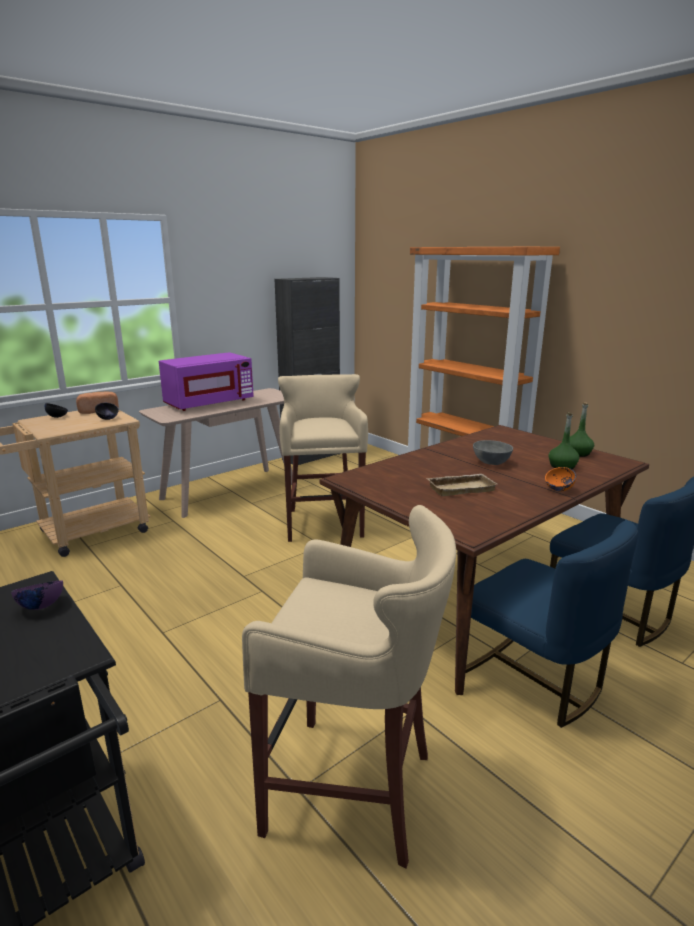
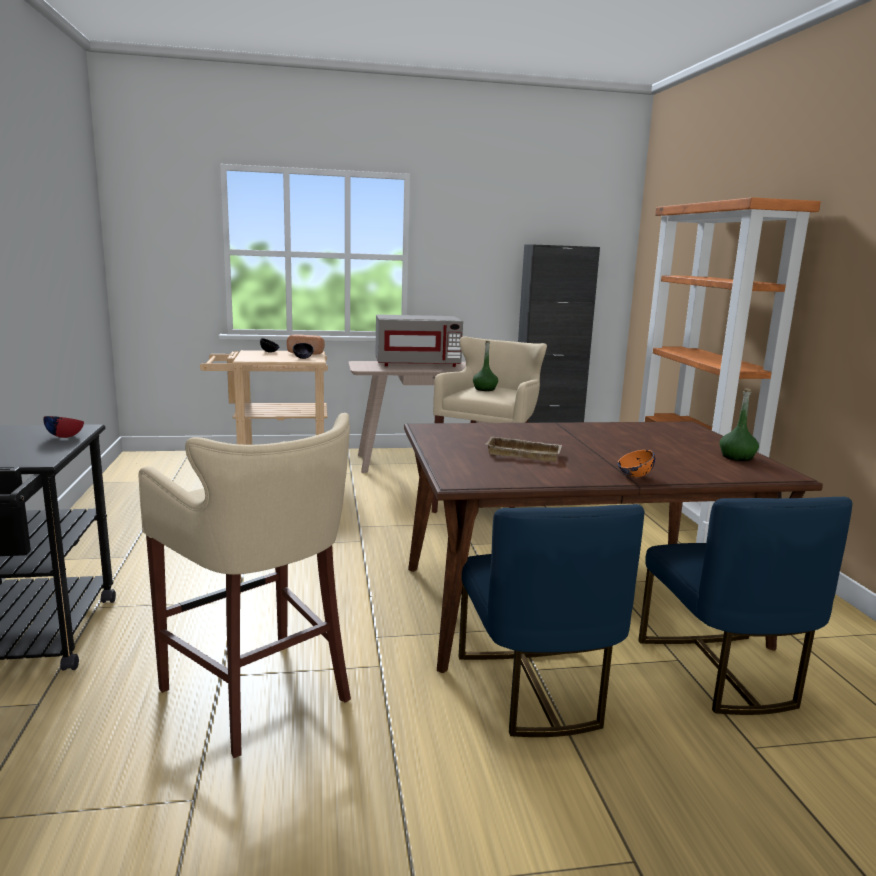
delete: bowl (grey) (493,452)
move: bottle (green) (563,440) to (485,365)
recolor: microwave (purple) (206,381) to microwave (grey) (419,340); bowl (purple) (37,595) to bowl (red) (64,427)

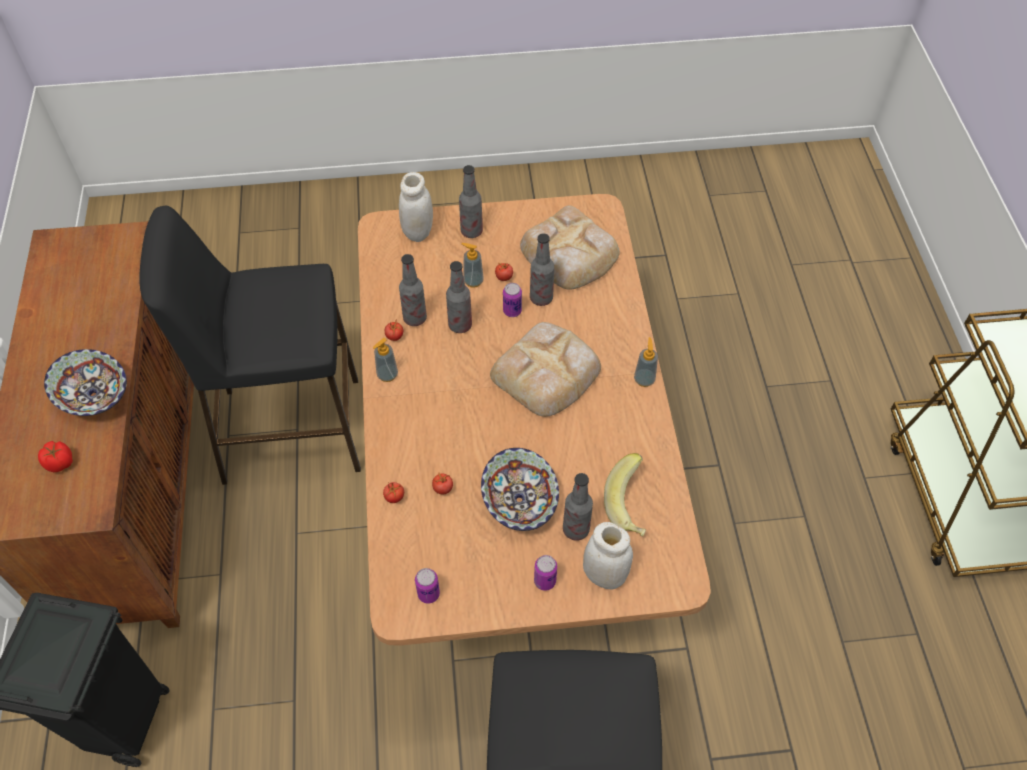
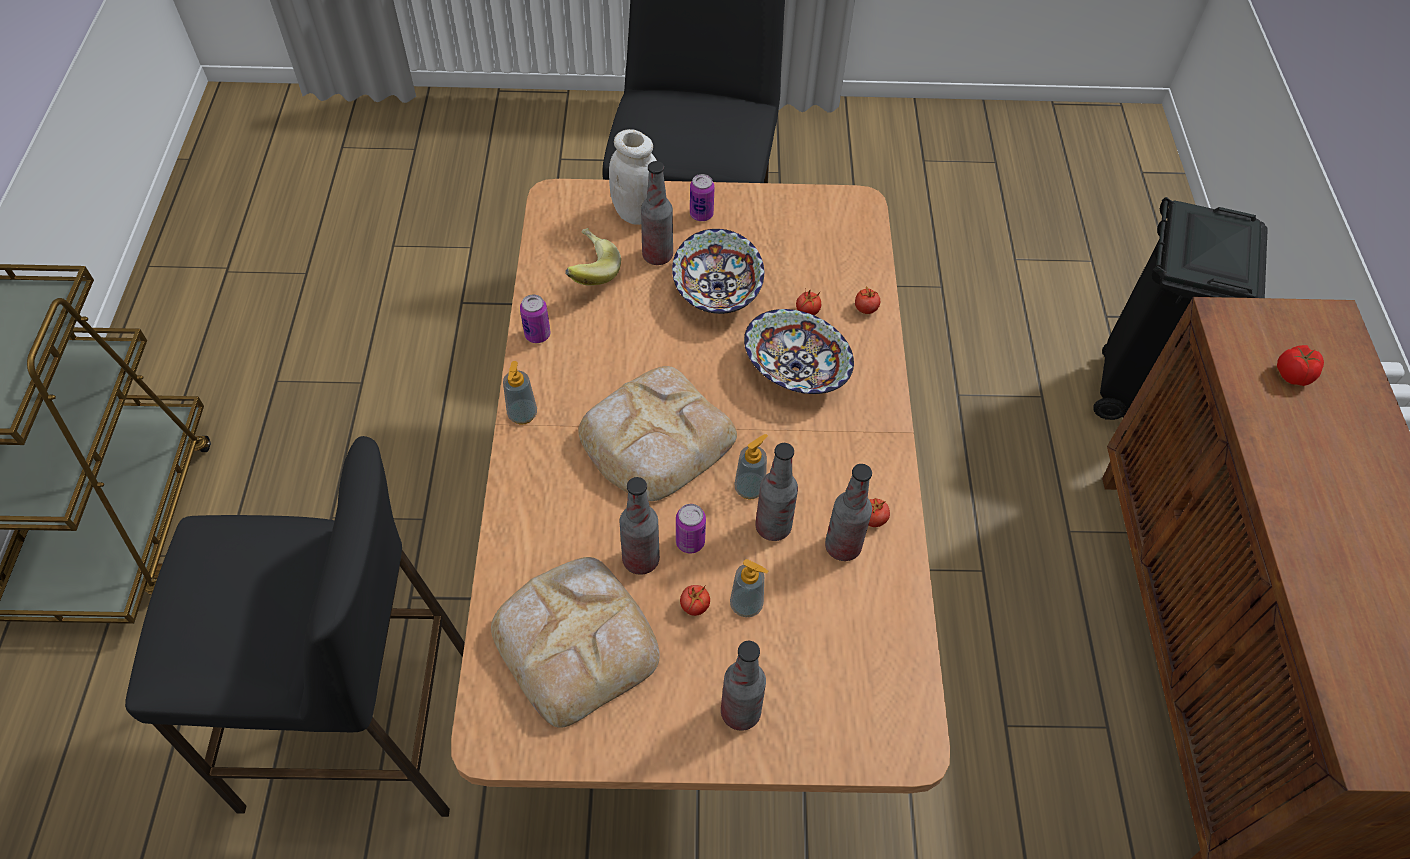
delete: jar (white) (416,207)
move: stool (black) (250,345) to (295,626); soap dispenser (385,360) to (751,467); bowl (85,382) to (799,351); can (427,586) to (535,319)

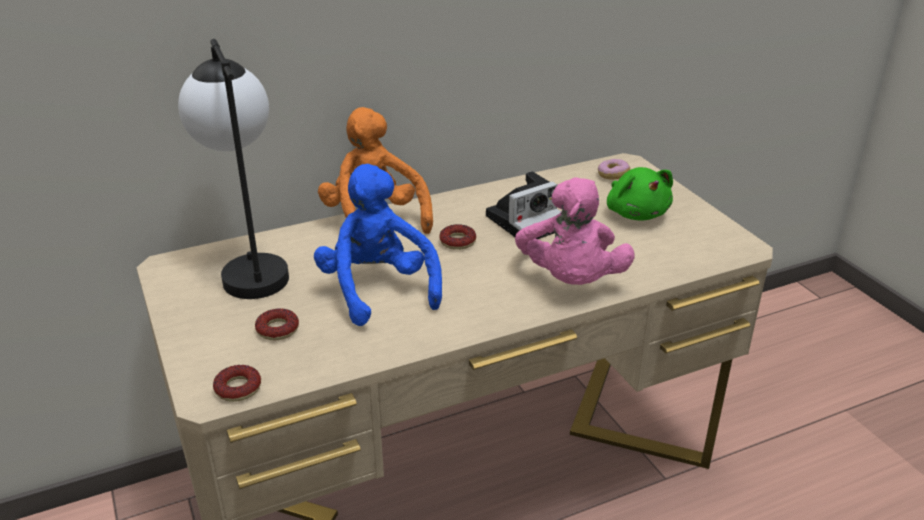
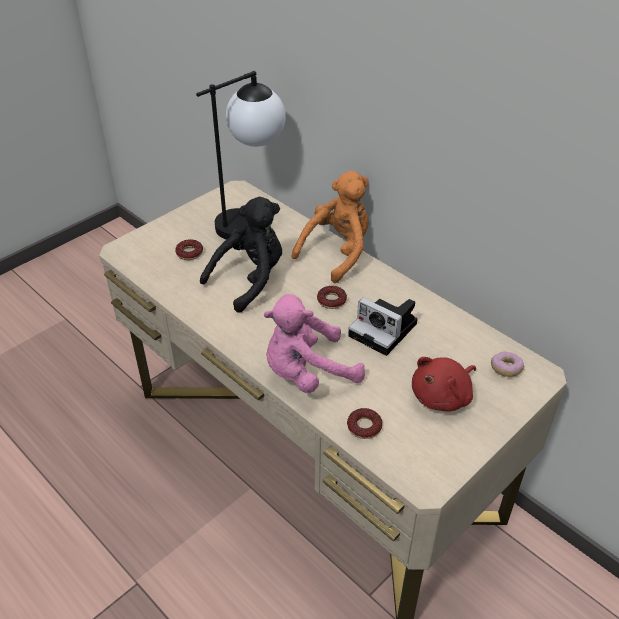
move: donut (237,383) to (364,423)
recolor: plush toy (blue) (378,245) to plush toy (black) (241,255); plush toy (green) (640,194) to plush toy (red) (444,384)

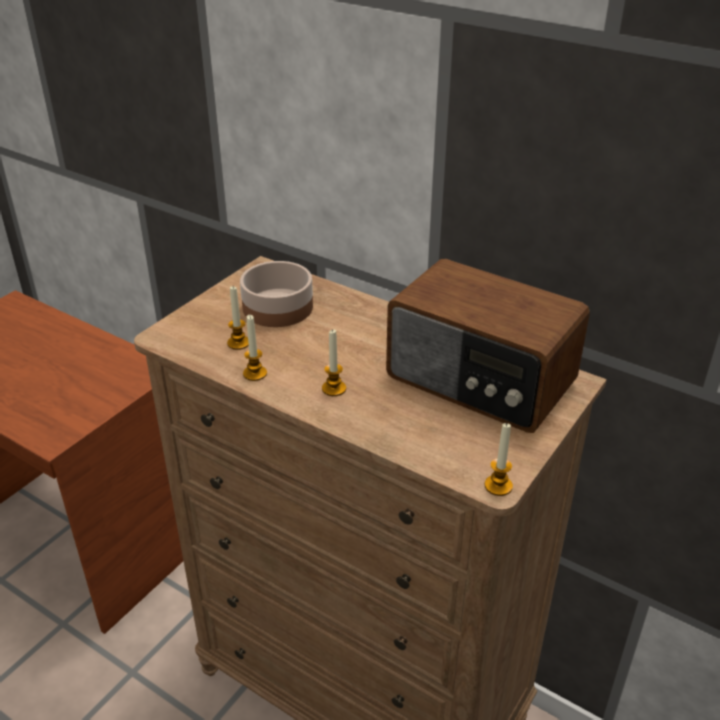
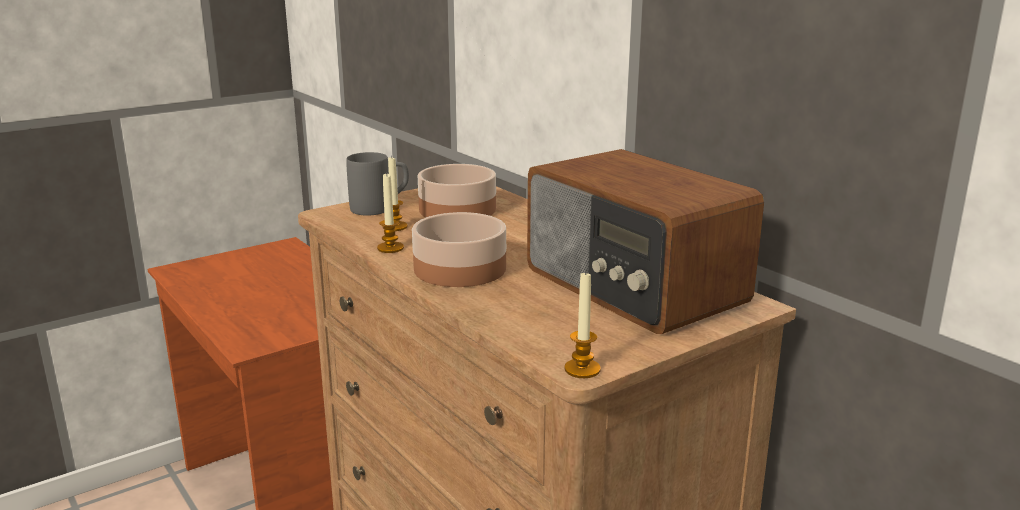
insert: mug (grey) (377,184)
replace: candle (334,362) to bowl (459,249)

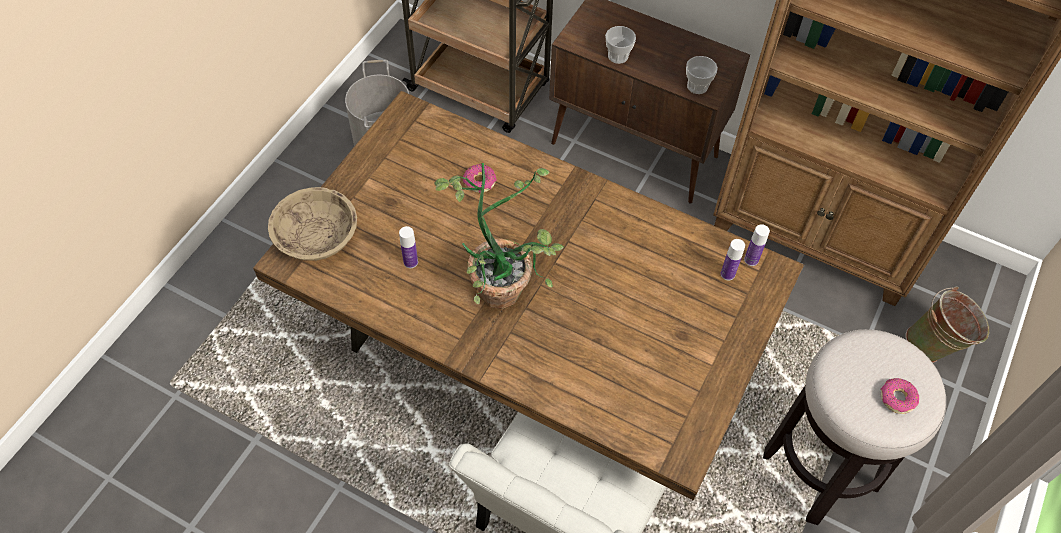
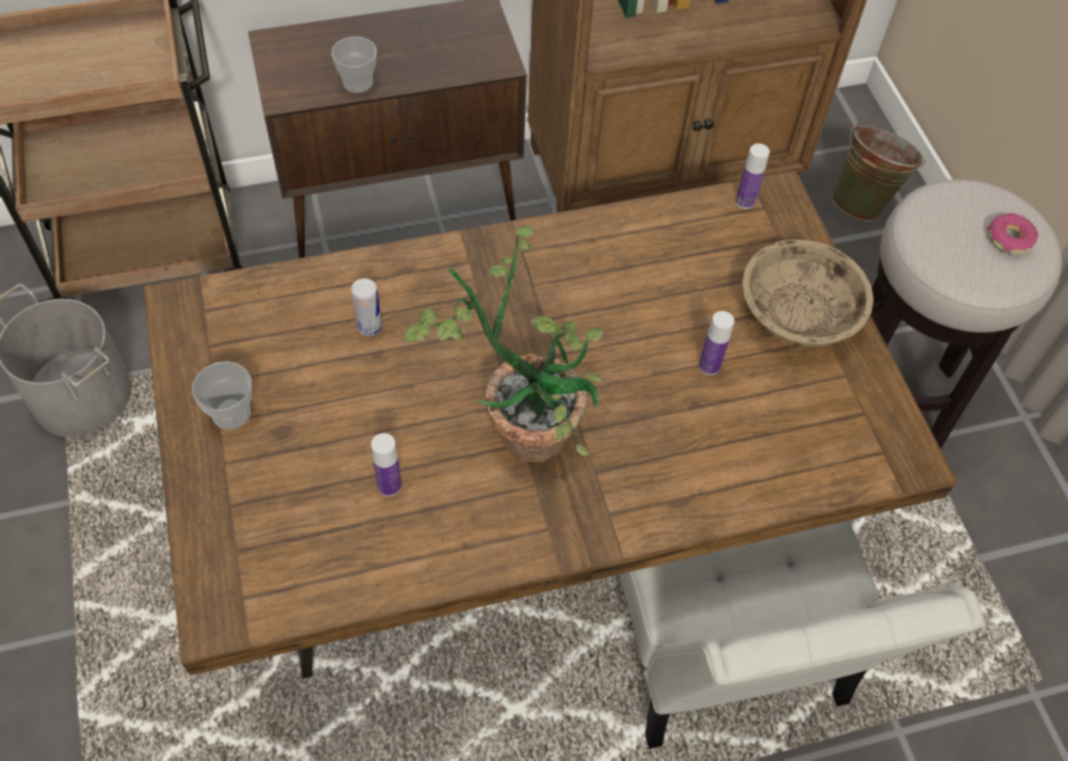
move: cup (702,75) to (222,395); bowl (beige) (312,224) to (808,293); bottle (733,259) to (716,343)
replace: donut (480,178) to can (366,307)

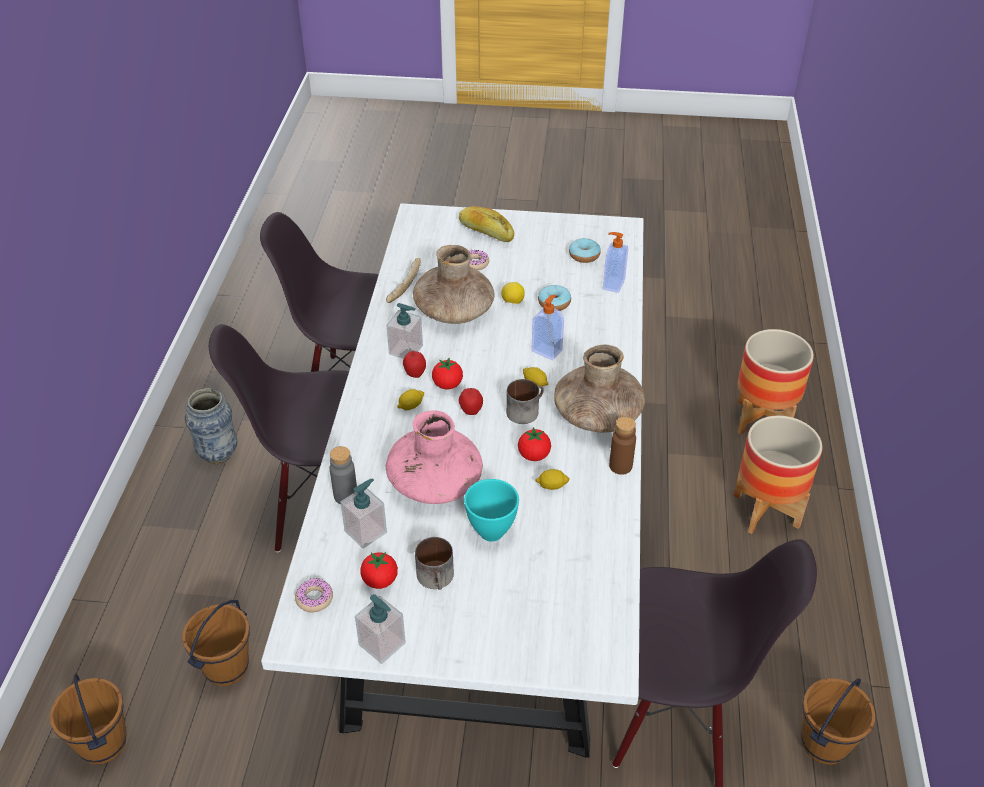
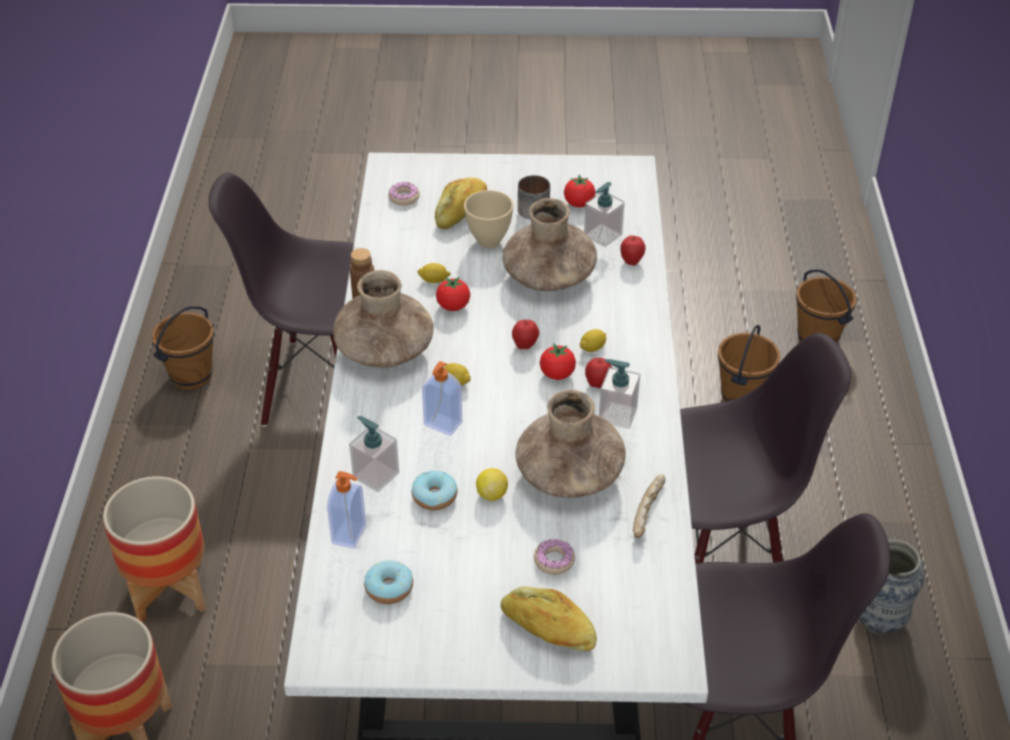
delete: mug (525,401)
insert: bread (461,203)
move: donut (314,595) to (404,194); soap dispenser (380,629) to (374,454)
replace: bottle (grey) (343,475) to apple (633,250)
recolor: vase (pink) (434,457) to vase (brown) (549,244); bowl (turquoise) (491,510) to bowl (beige) (489,219)

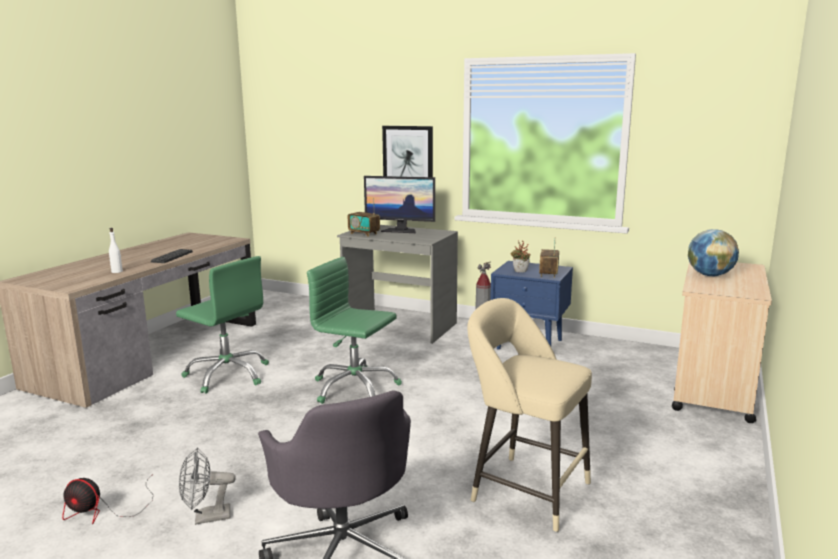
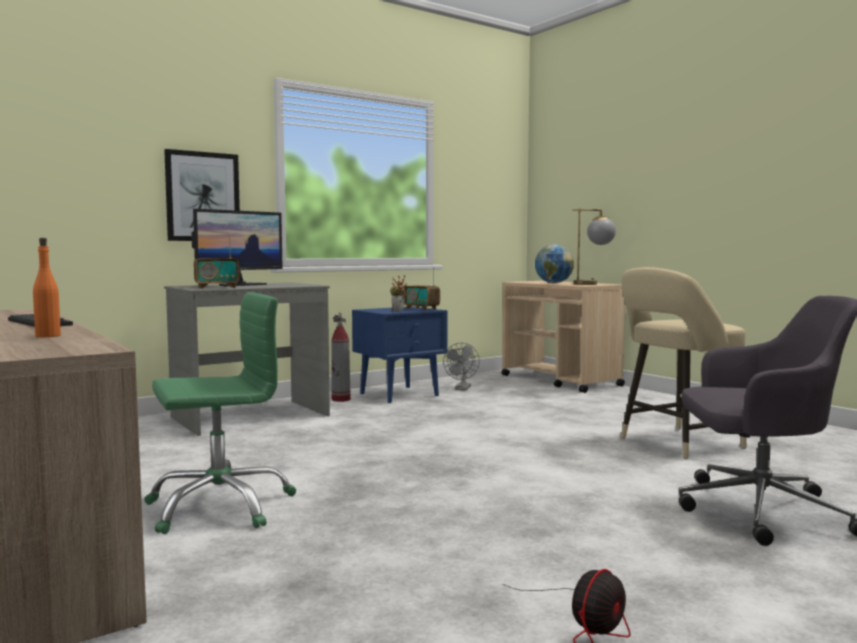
delete: office chair (green) (354,330)
insert: table lamp (594,246)
move: fan (grey) (207,486) to (461,366)
recolor: bottle (white) (116,250) to bottle (orange) (47,287)

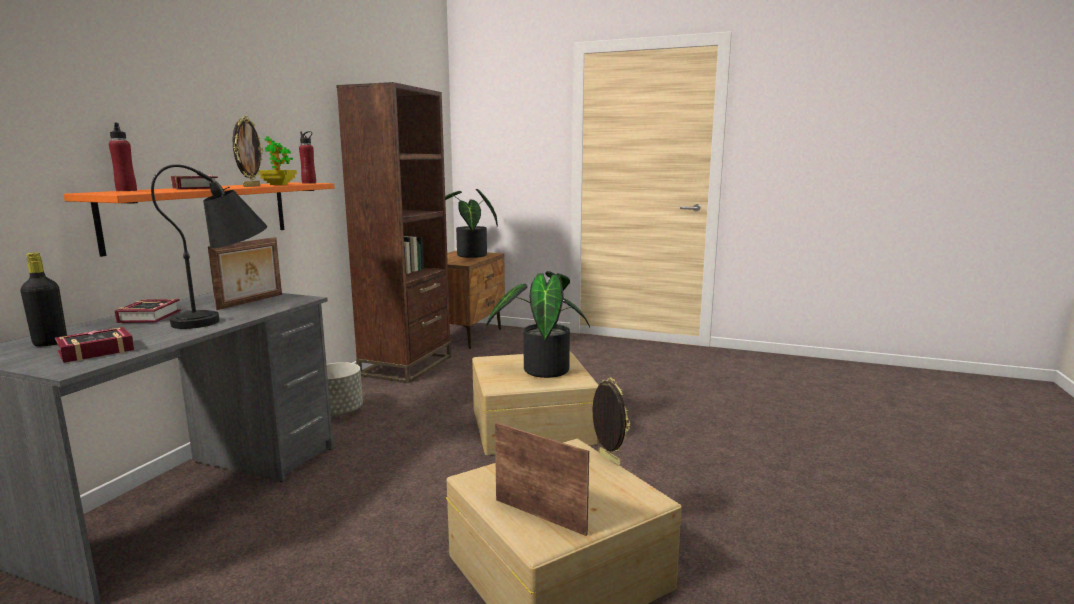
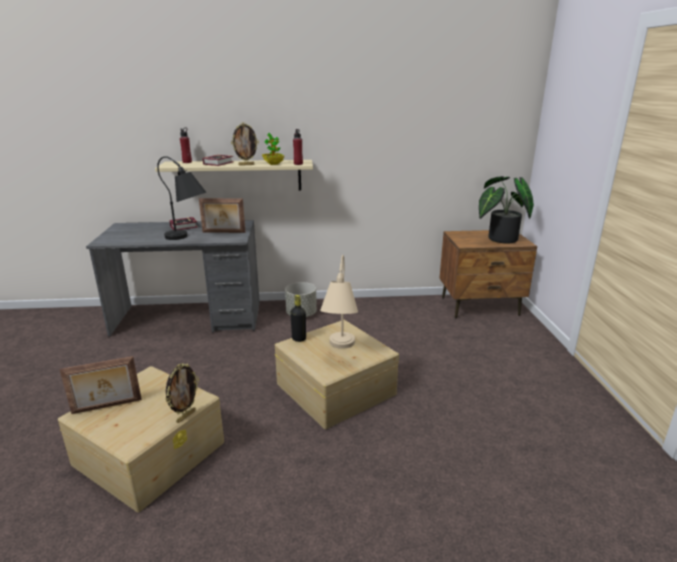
delete: bookcase (brown) (393,232); book (94,345)
move: bottle (black) (43,299) to (298,318)
replace: potted plant (538,324) to table lamp (beige) (339,302)
recolor: shelf (orange) (199,219) to shelf (beige) (234,175)
rotate: picture frame (542,479) = (101,385) 60 degrees clockwise

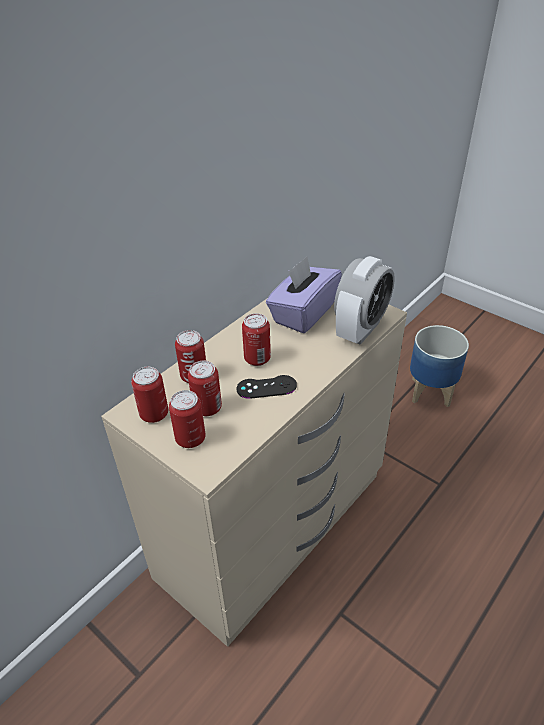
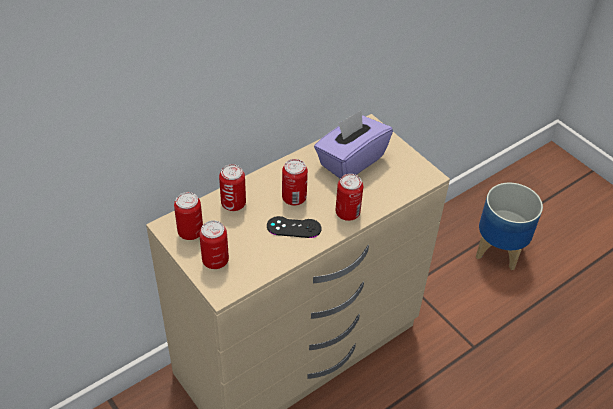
delete: alarm clock (364,300)
move: can (205,388) to (349,197)

